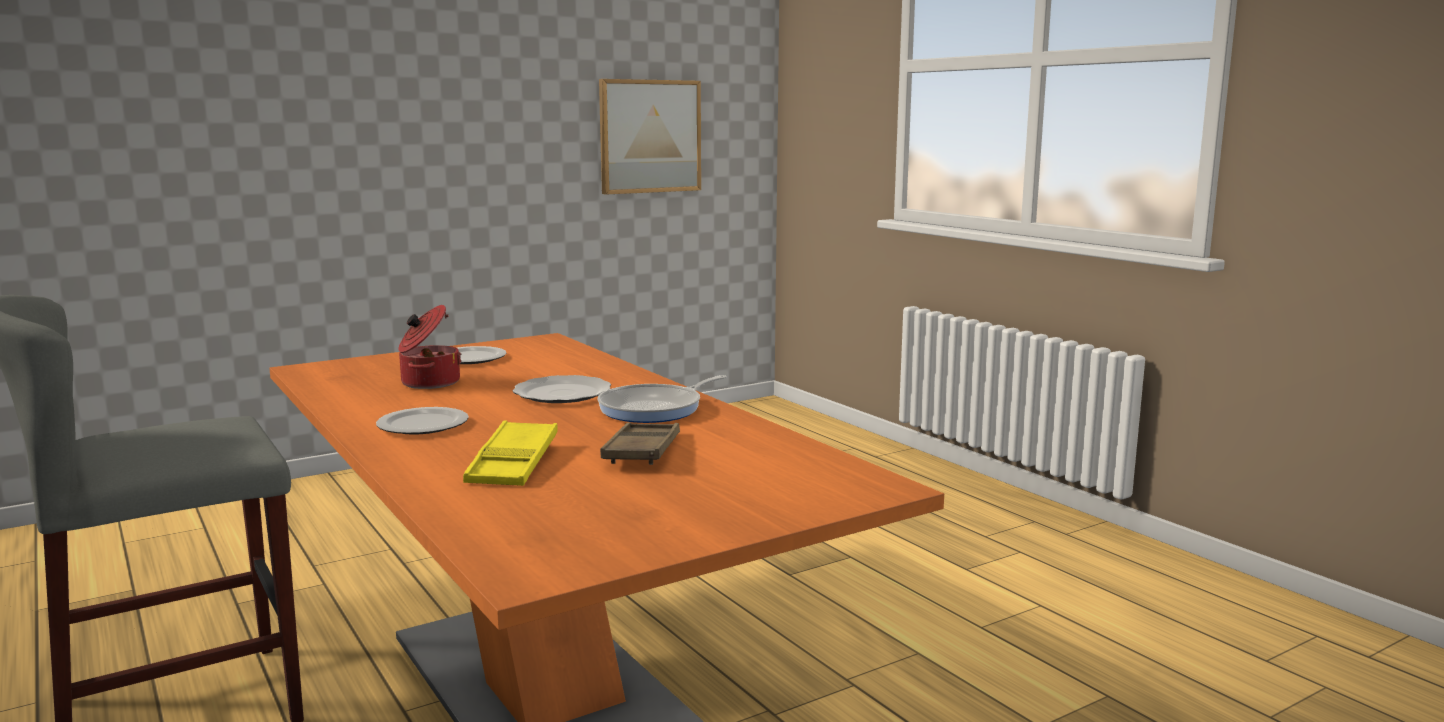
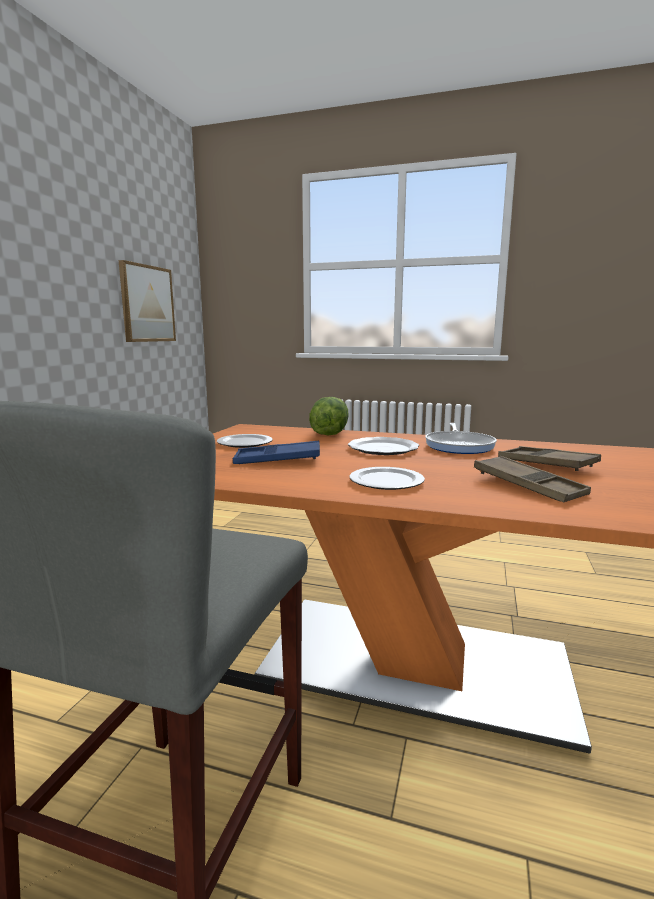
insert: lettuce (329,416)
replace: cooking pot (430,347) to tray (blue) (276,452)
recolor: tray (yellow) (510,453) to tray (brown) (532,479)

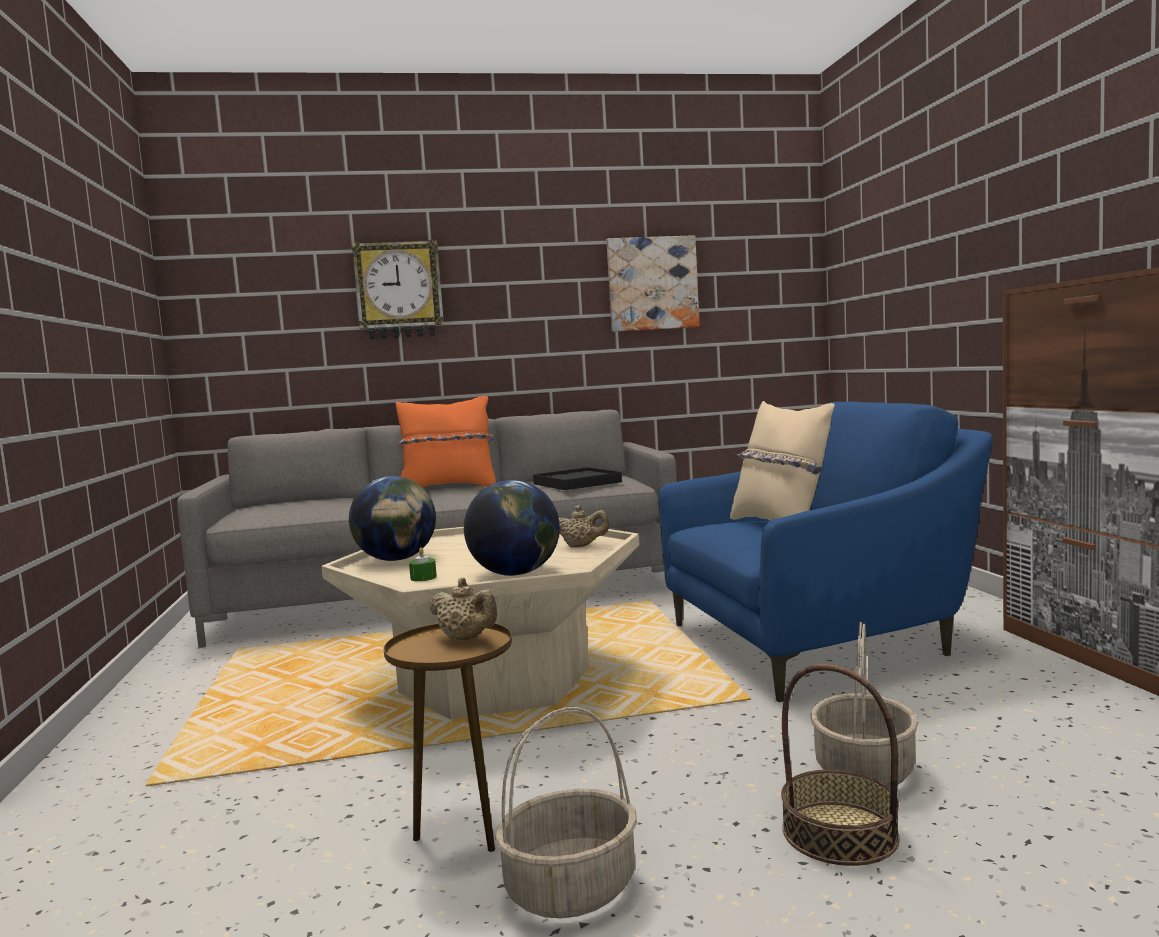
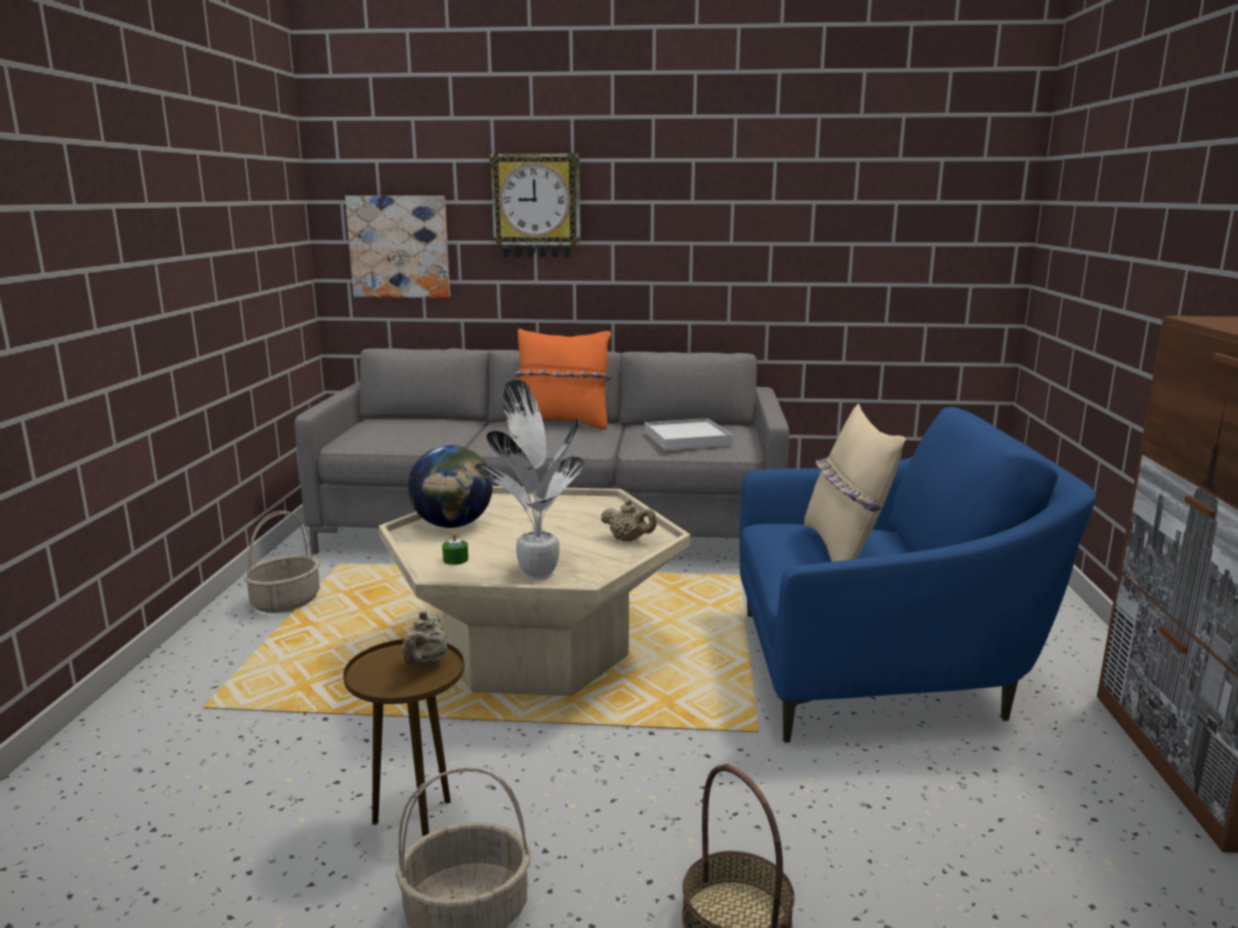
move: picture (653,283) to (397,247); basket (864,705) to (282,562)
replace: globe (512,528) to potted plant (529,479)
recolor: tray (black) (577,478) to tray (white) (688,434)
rotate: teapot (beige) (463,609) = (424,638) 45 degrees clockwise

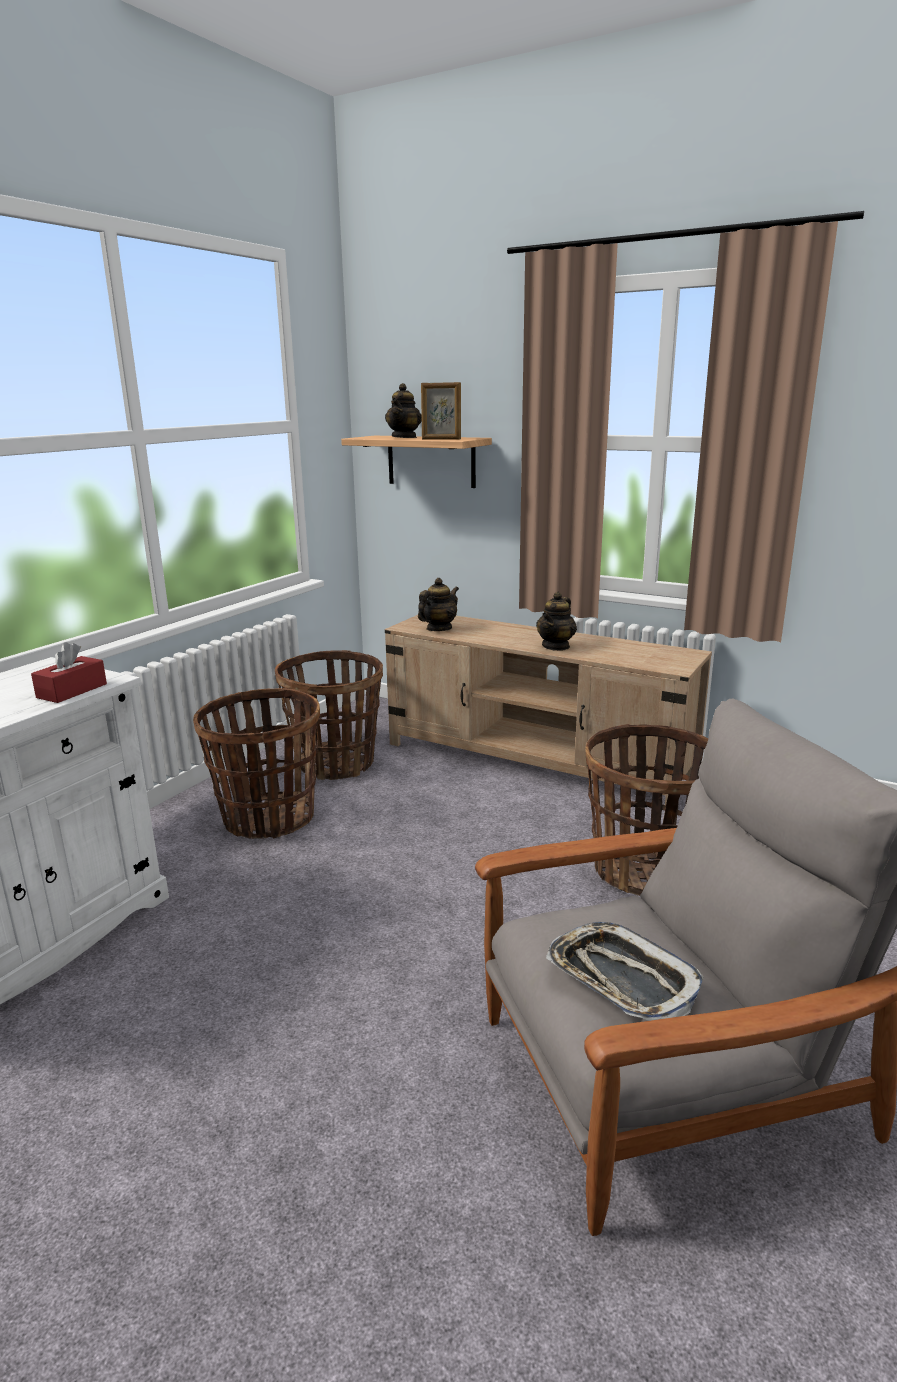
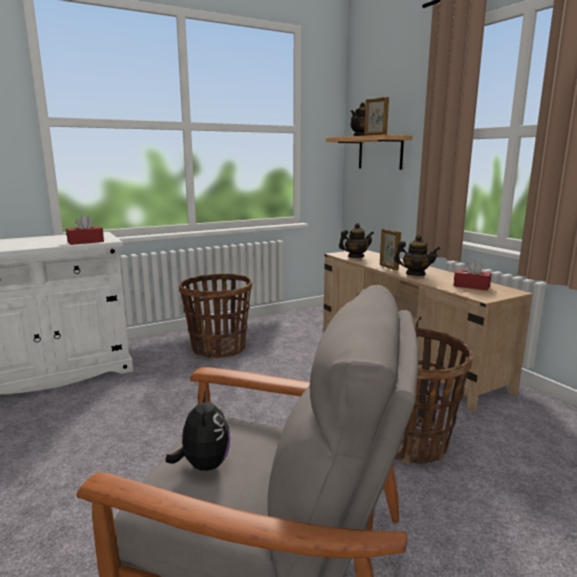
delete: basket (329,715)
insert: picture frame (390,249); tissue box (red) (472,275)
replace: tray (625,971) to plush toy (198,431)
rotate: teapot (556,621) = (417,255) 135 degrees counterclockwise

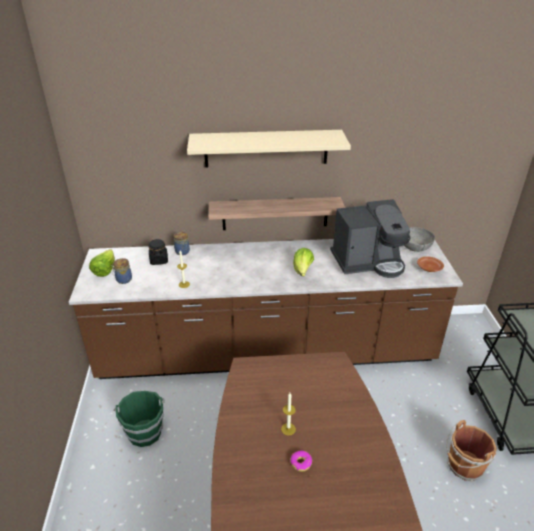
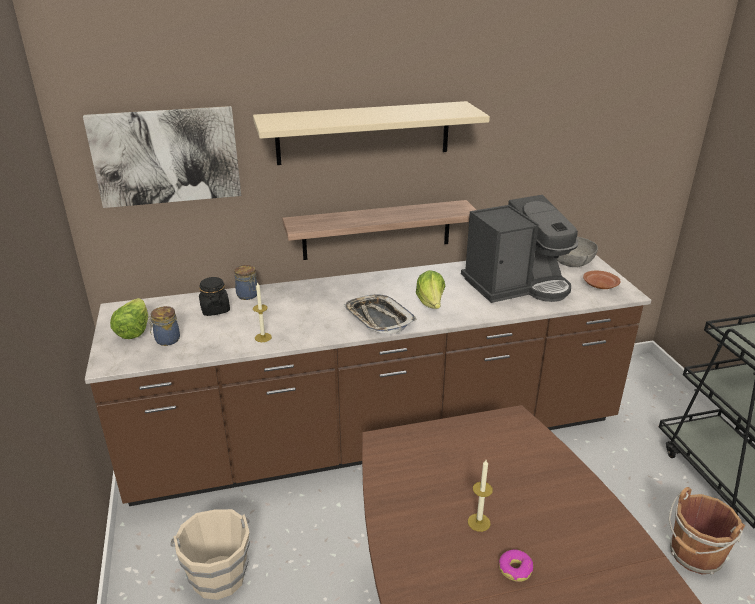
insert: picture (162,157); tray (380,314)
recolor: bucket (green) (139,419) to bucket (beige) (210,554)

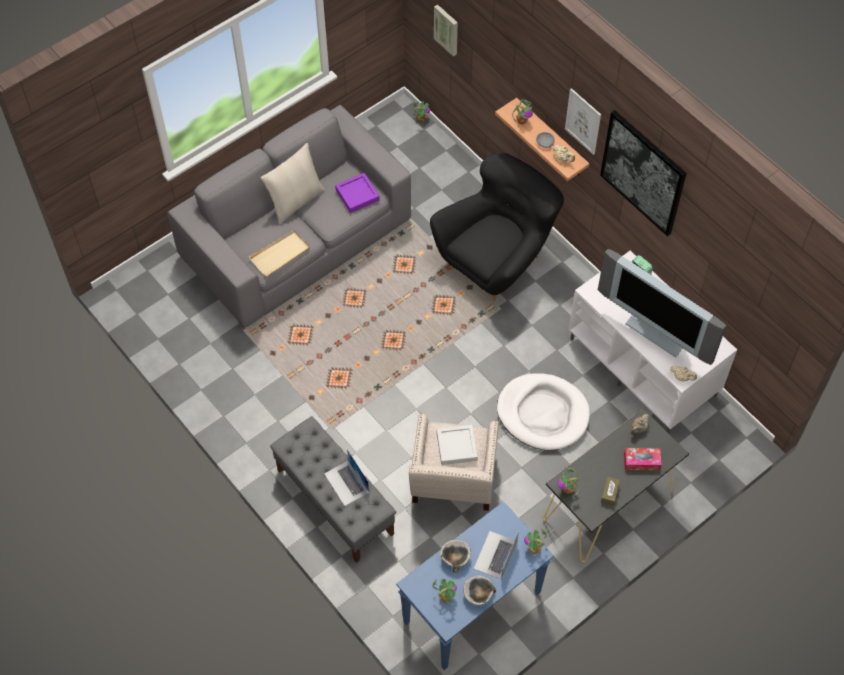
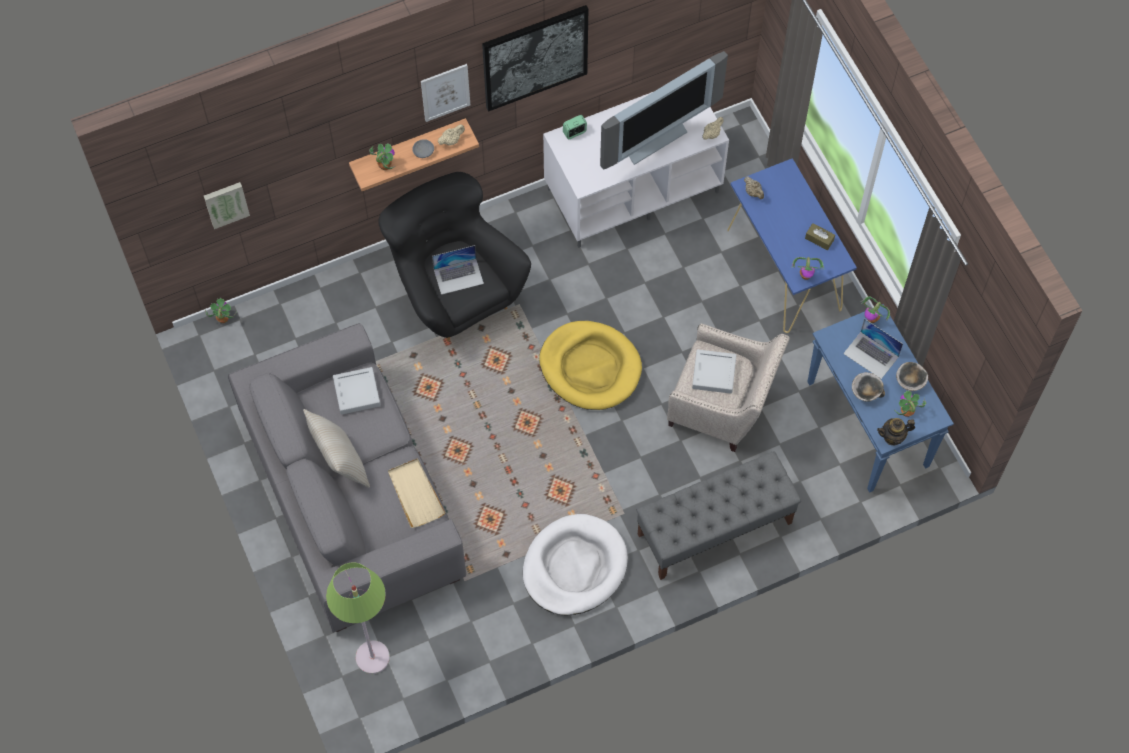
delete: tissue box (643,459)
insert: dog bed (yellow) (590,365); teapot (896,432); floor lamp (green) (358,618)
move: dog bed (white) (543,411) to (575,564); laptop (346,477) to (458,270)
recolor: tray (purple) (357,193) to tray (grey) (357,391); console table (black) (616,485) to console table (blue) (792,245)

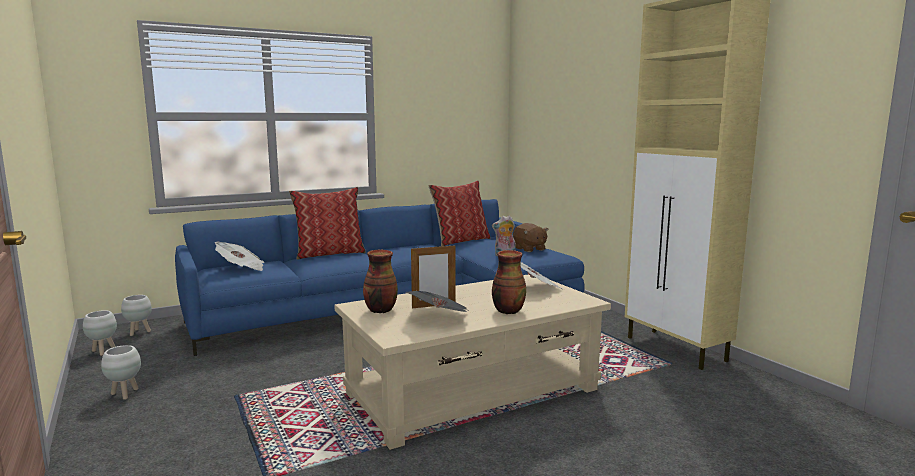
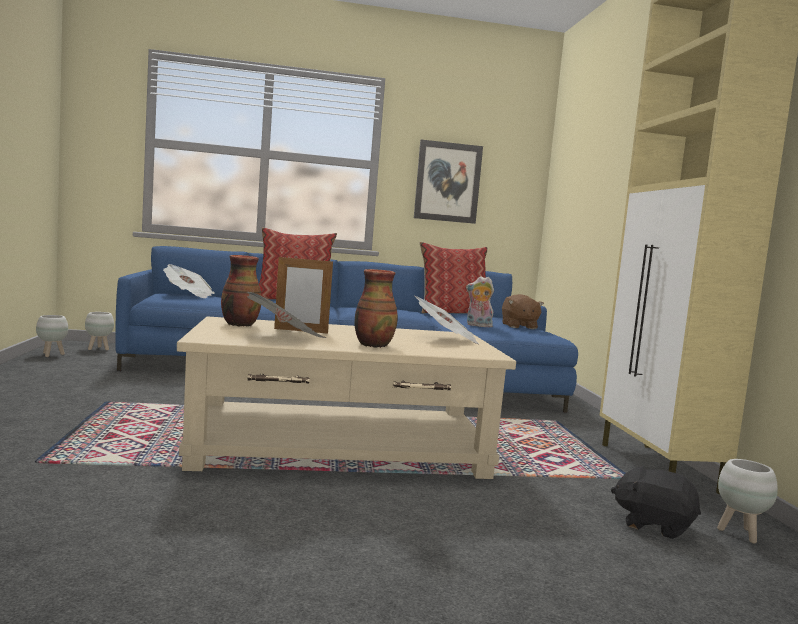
insert: picture (448,182); plush toy (black) (656,502)
move: planter (white) (121,372) to (747,501)

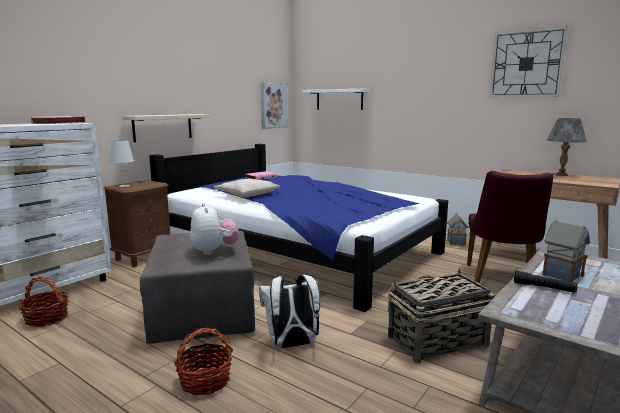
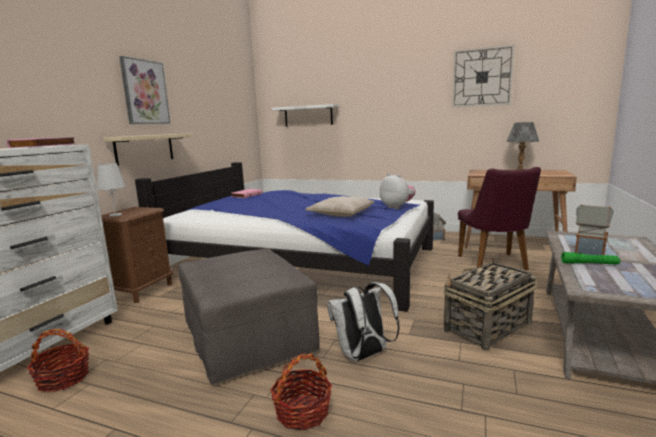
move: picture (274,106) to (144,90); pillow (beige) (247,188) to (339,206); plush toy (214,229) to (397,191)
recolor: flashlight (black) (545,282) to flashlight (green) (590,258)

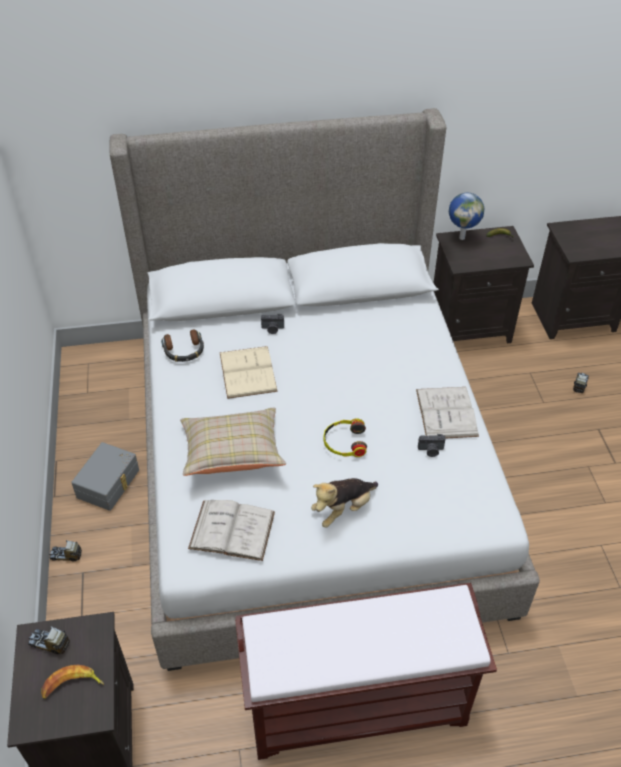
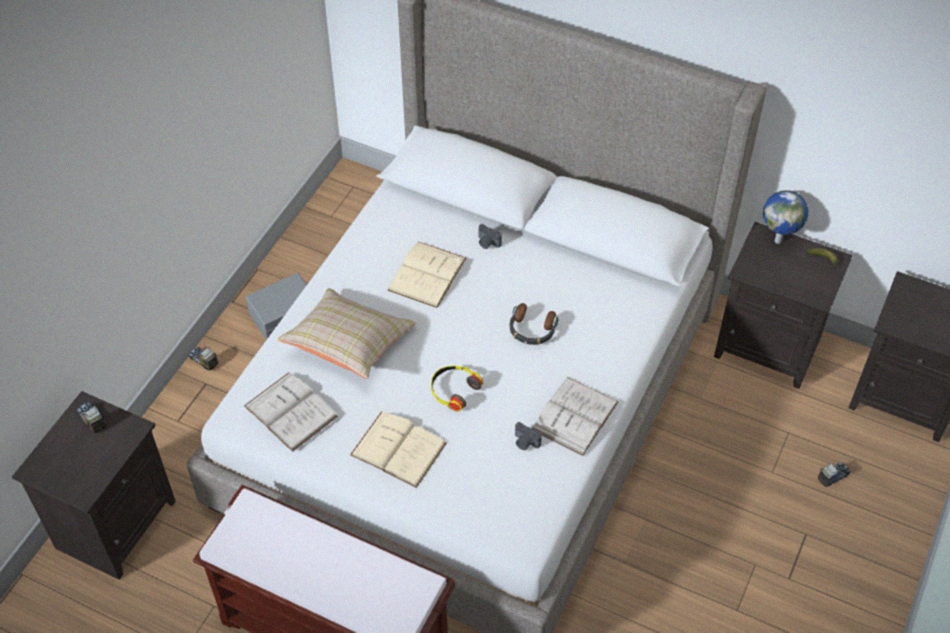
delete: banana (72,681)
move: headphones (182,345) to (534,324)
replace: plush toy (344,503) to book (beige) (398,449)

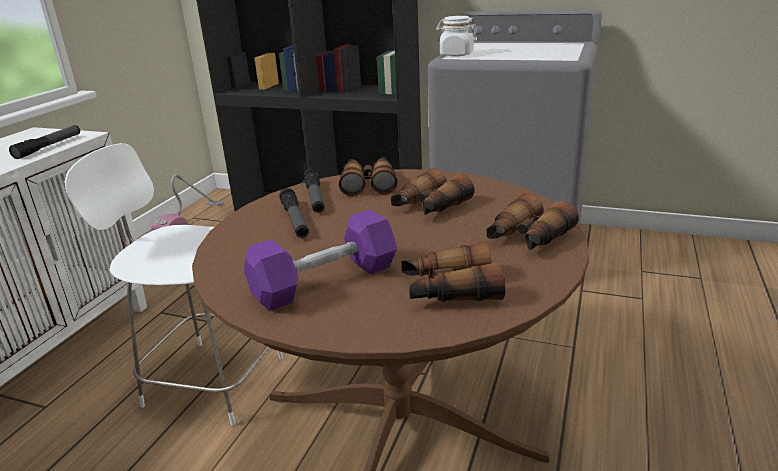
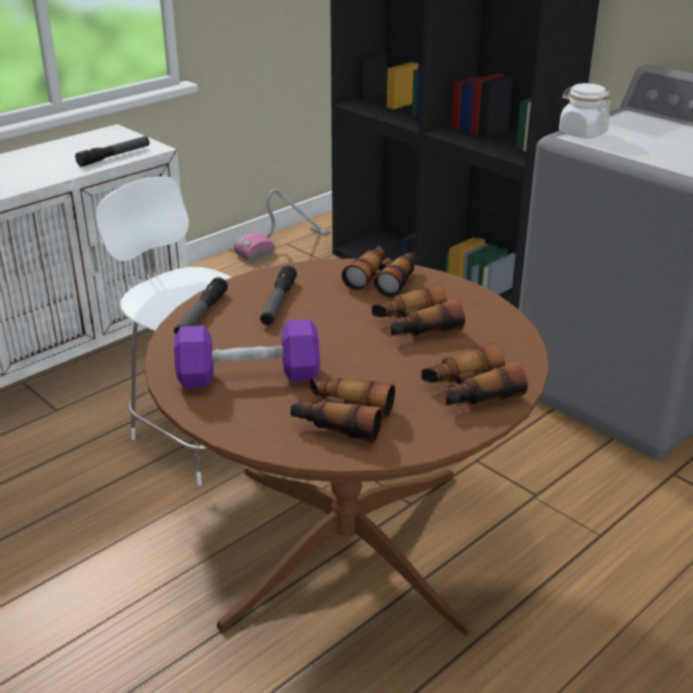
move: flashlight (314,191) to (201,306)

